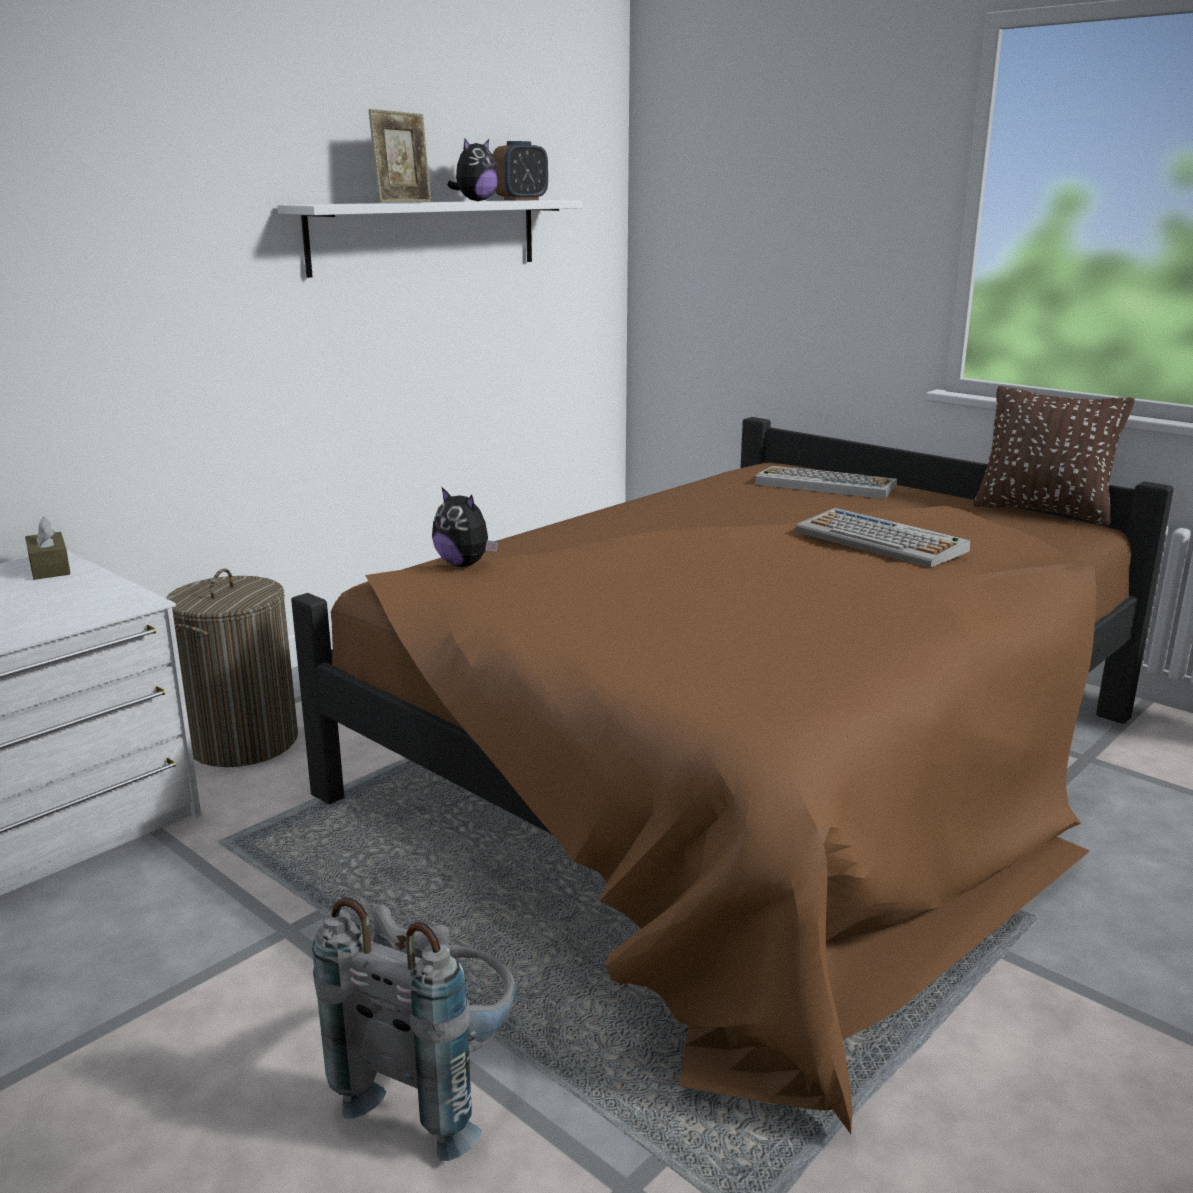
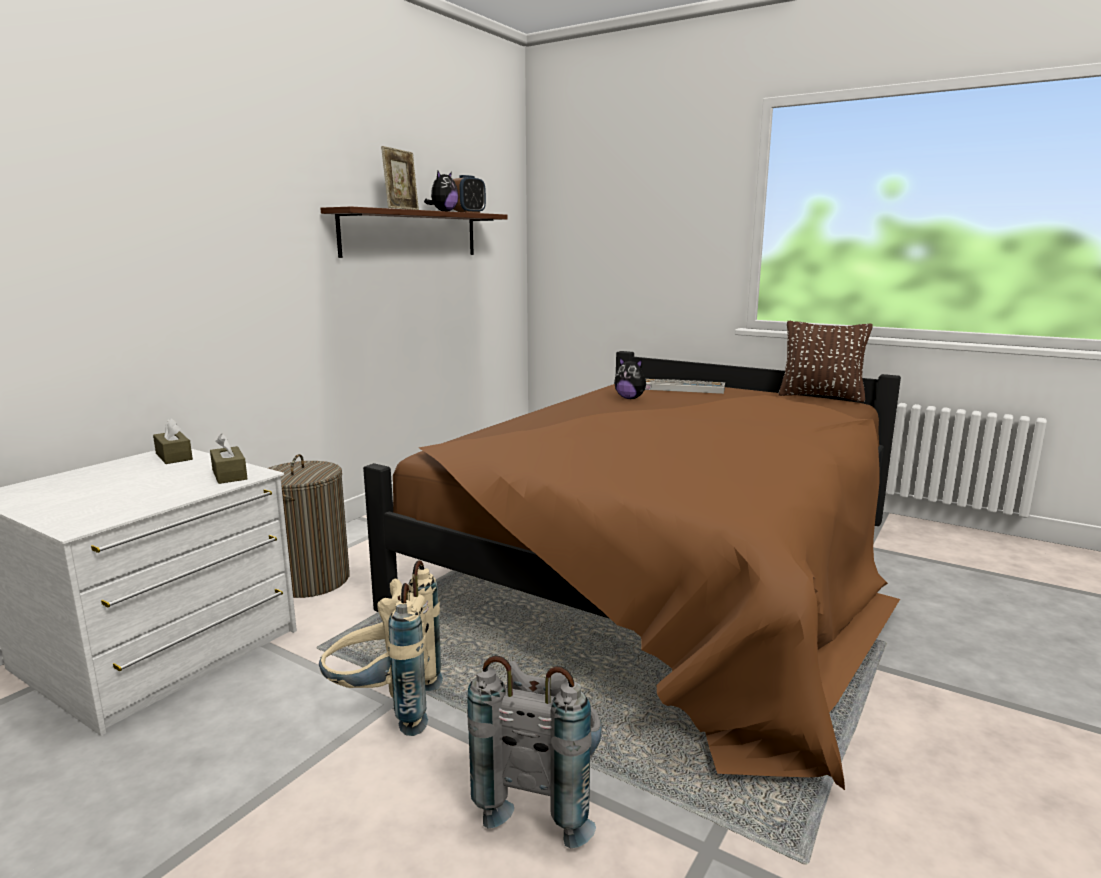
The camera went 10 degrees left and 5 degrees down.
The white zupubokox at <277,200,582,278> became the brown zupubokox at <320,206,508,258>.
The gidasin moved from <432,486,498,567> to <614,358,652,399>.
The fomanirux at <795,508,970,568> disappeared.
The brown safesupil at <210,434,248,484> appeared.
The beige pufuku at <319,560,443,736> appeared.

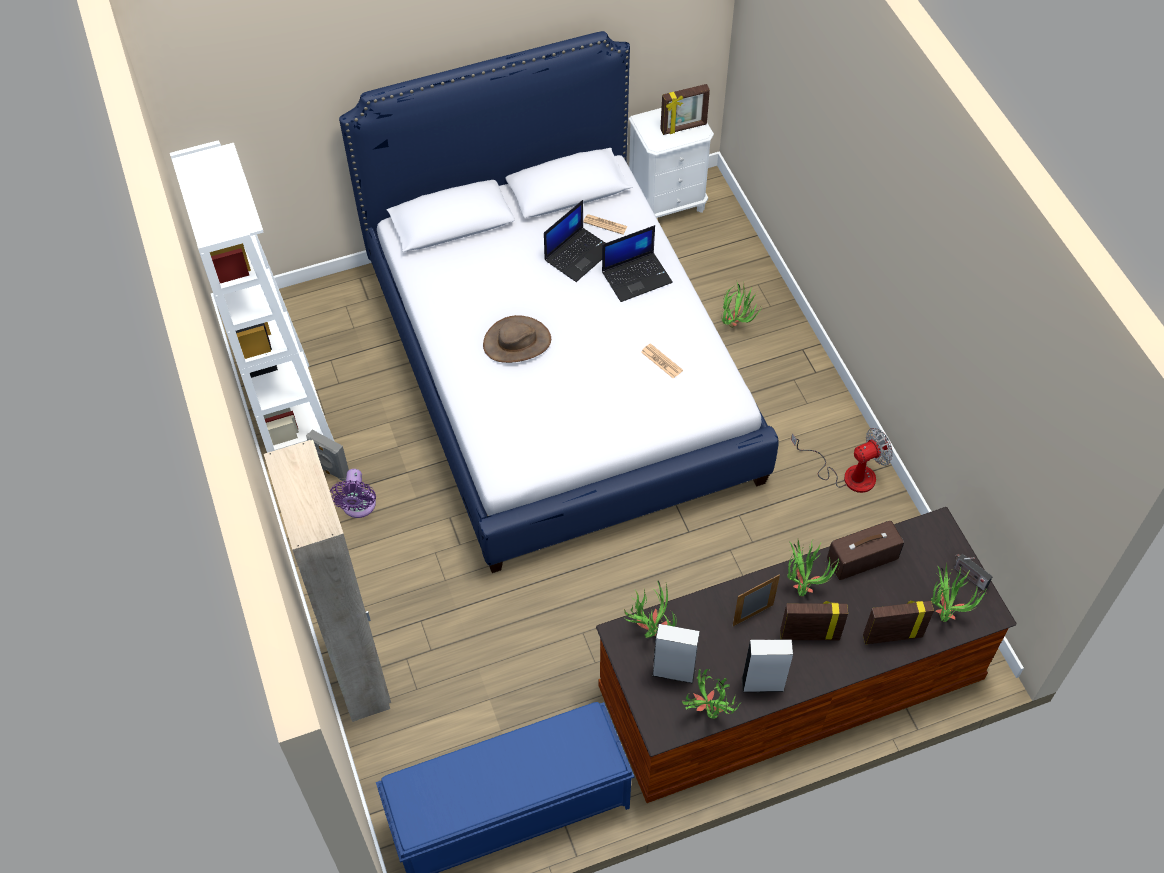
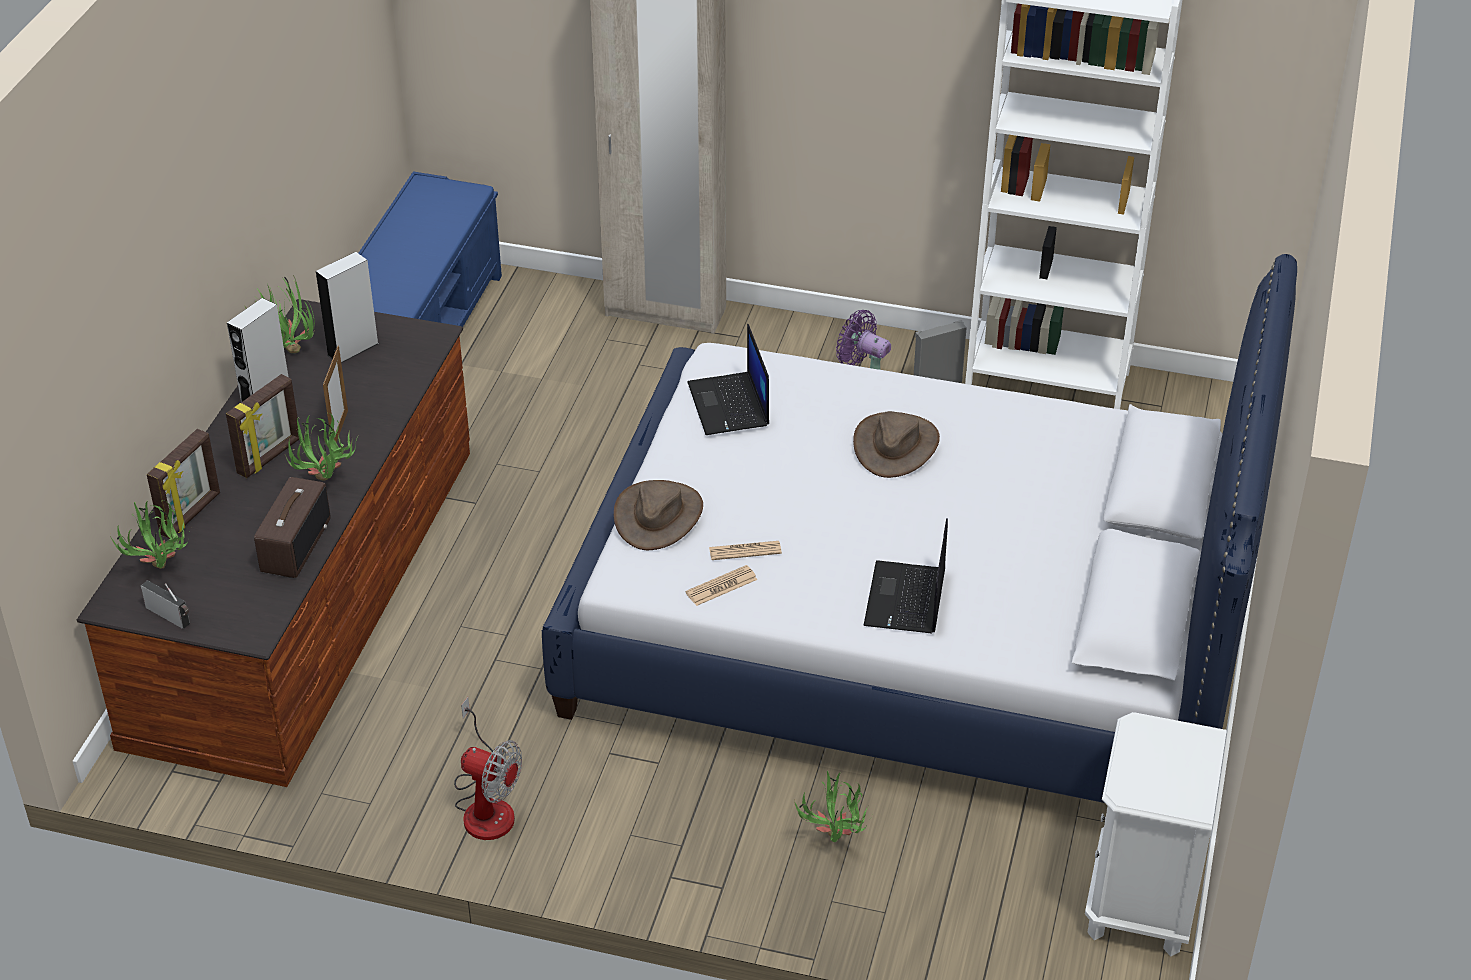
The camera went 125 degrees right and 15 degrees down.
The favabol at <660,84,710,135> disappeared.
The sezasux moved from <544,200,605,282> to <687,323,769,435>.
The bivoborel moved from <583,214,628,235> to <685,565,758,606>.
The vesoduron at <791,428,893,493> turned 75 degrees counterclockwise.
The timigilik at <954,554,993,590> turned 45 degrees clockwise.
The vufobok at <624,580,677,638> disappeared.
The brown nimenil at <614,480,703,550> appeared.

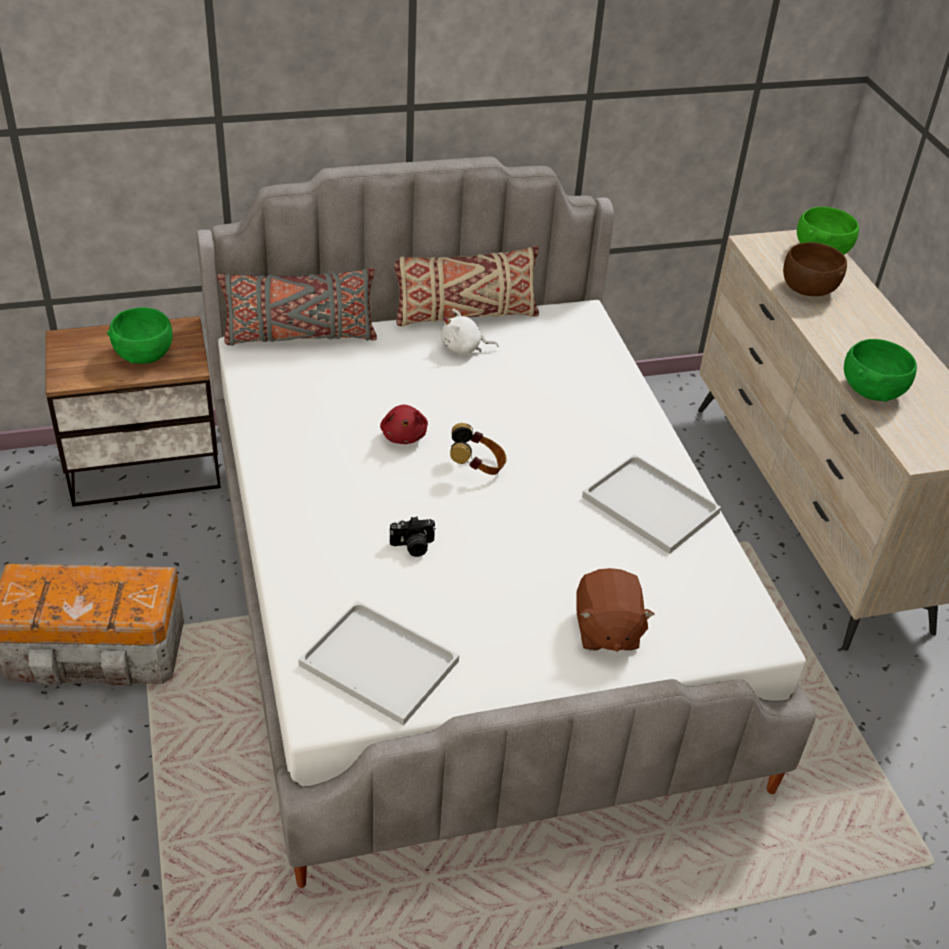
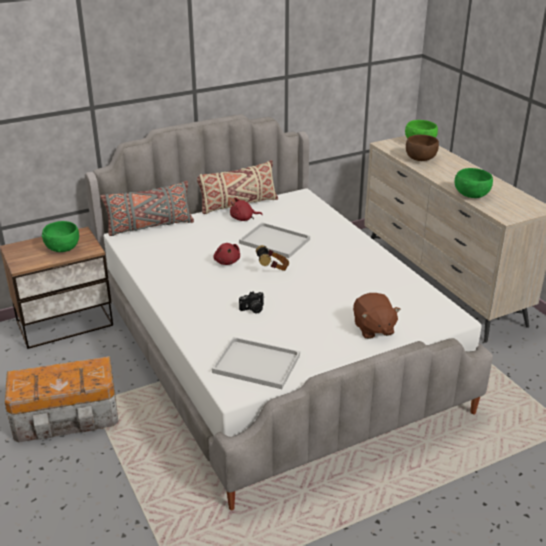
The camera went 10 degrees left and 10 degrees down.
The white gidasin at <441,309,499,354> became the red gidasin at <230,197,263,221>.
The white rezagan moved from <582,454,721,554> to <239,222,310,258>.

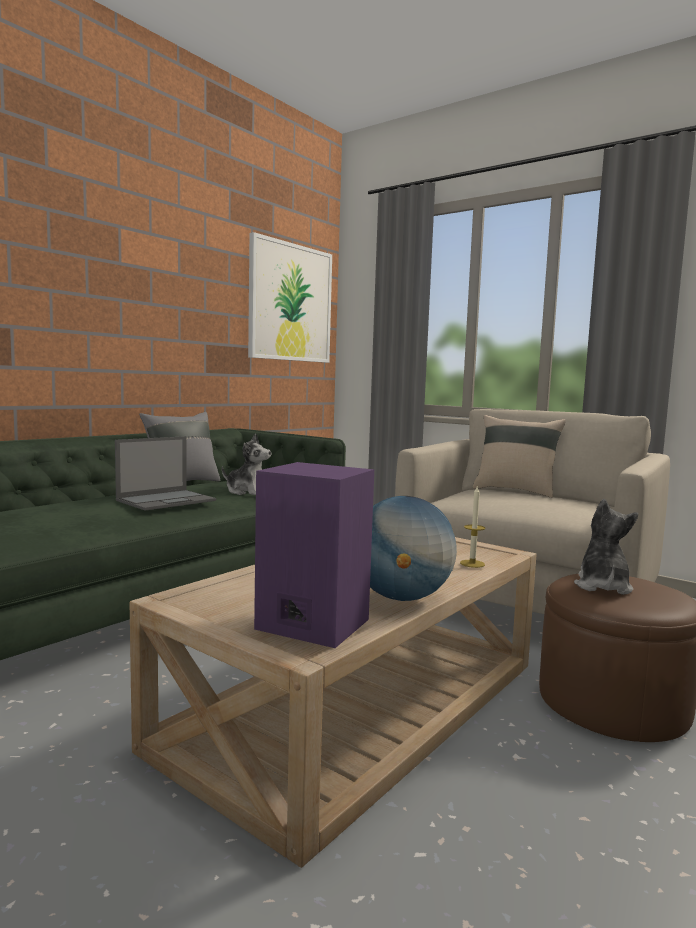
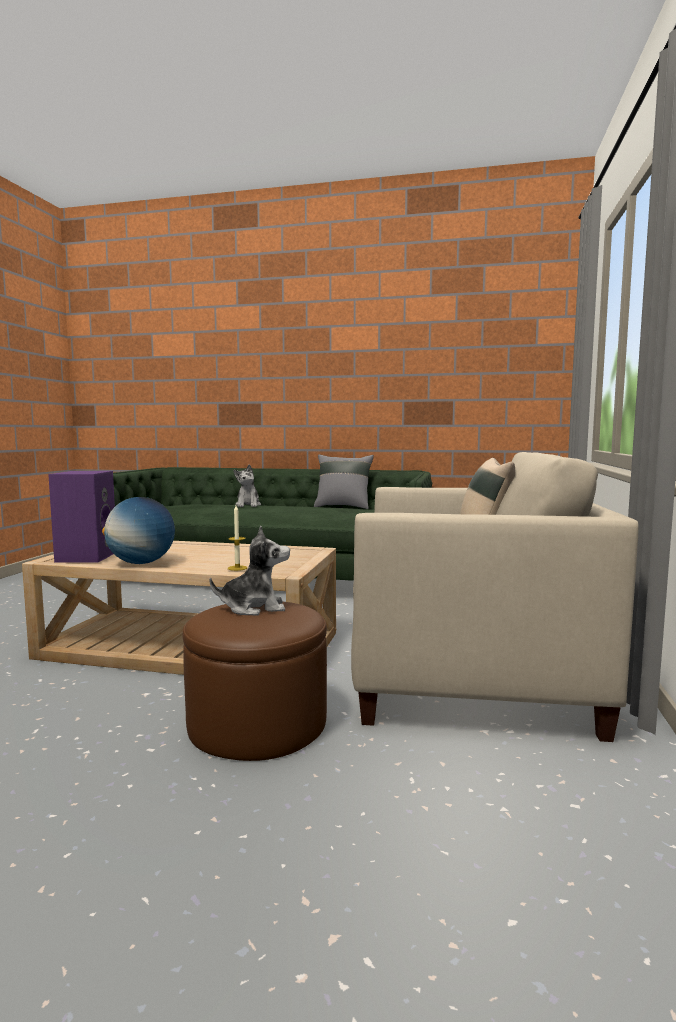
The camera went 65 degrees right and 0 degrees up.
The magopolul at <248,232,332,363> disappeared.
The gidasin moved from <222,433,271,495> to <234,464,261,507>.
The sezasux at <115,436,216,511> disappeared.

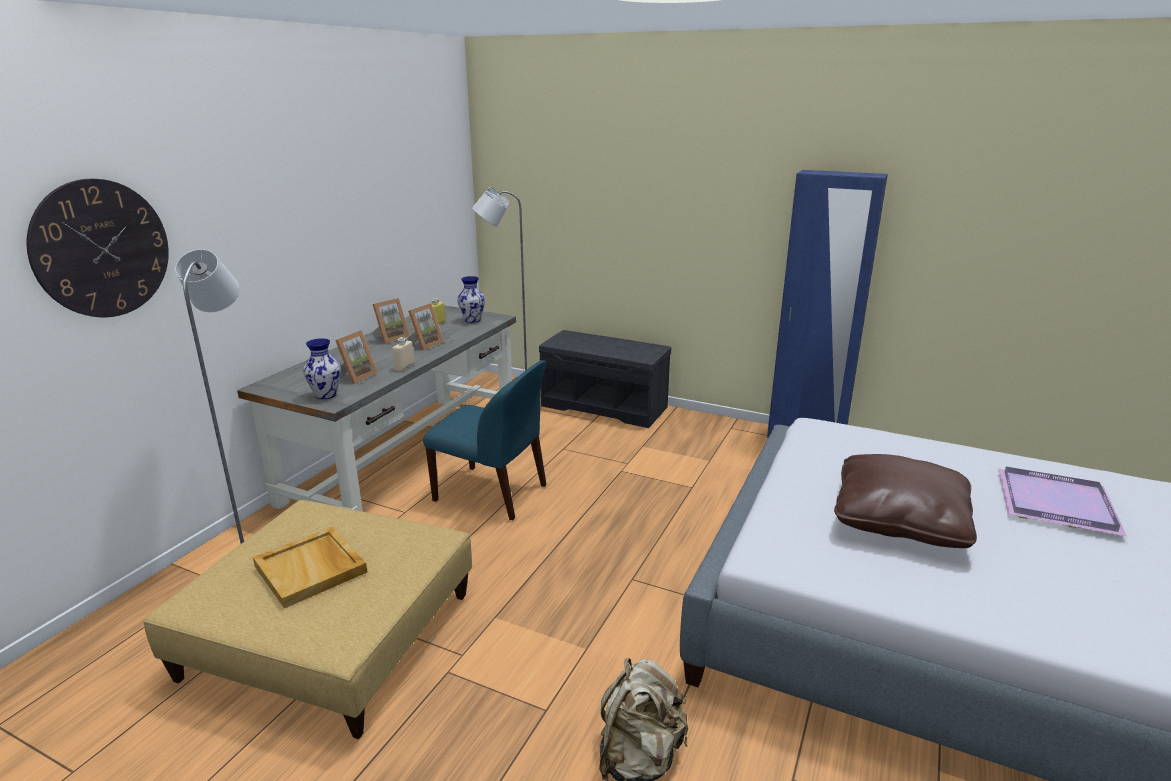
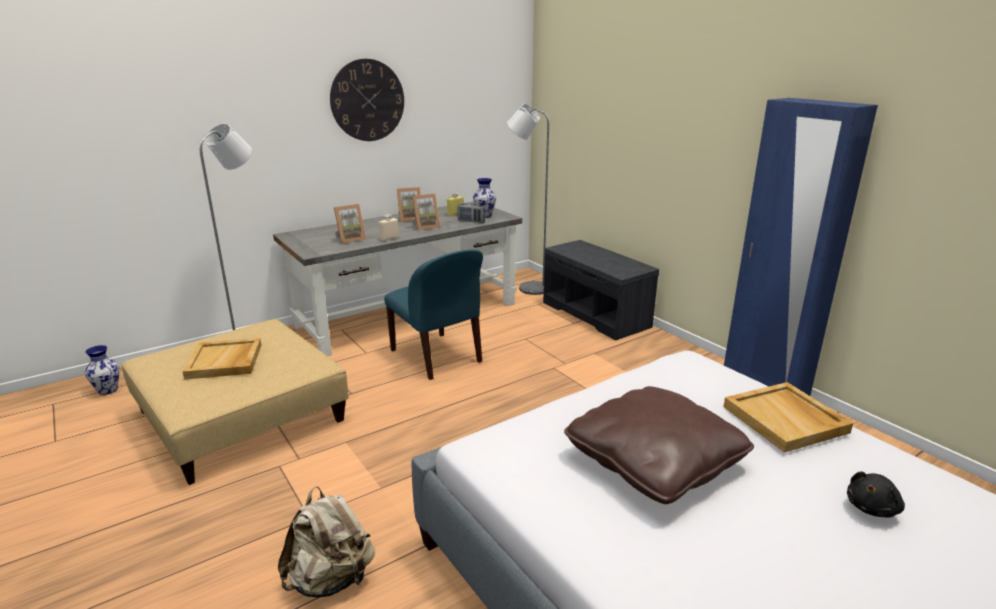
The camera went 30 degrees right and 0 degrees up.
The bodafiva moved from <27,179,169,317> to <330,59,404,141>.
The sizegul moved from <303,338,341,399> to <85,345,120,395>.
The purple rezagan at <998,467,1127,537> was replaced by the black gidasin at <847,471,905,517>.
The timigilik at <457,203,486,223> appeared.
The beige rezagan at <723,382,853,453> appeared.

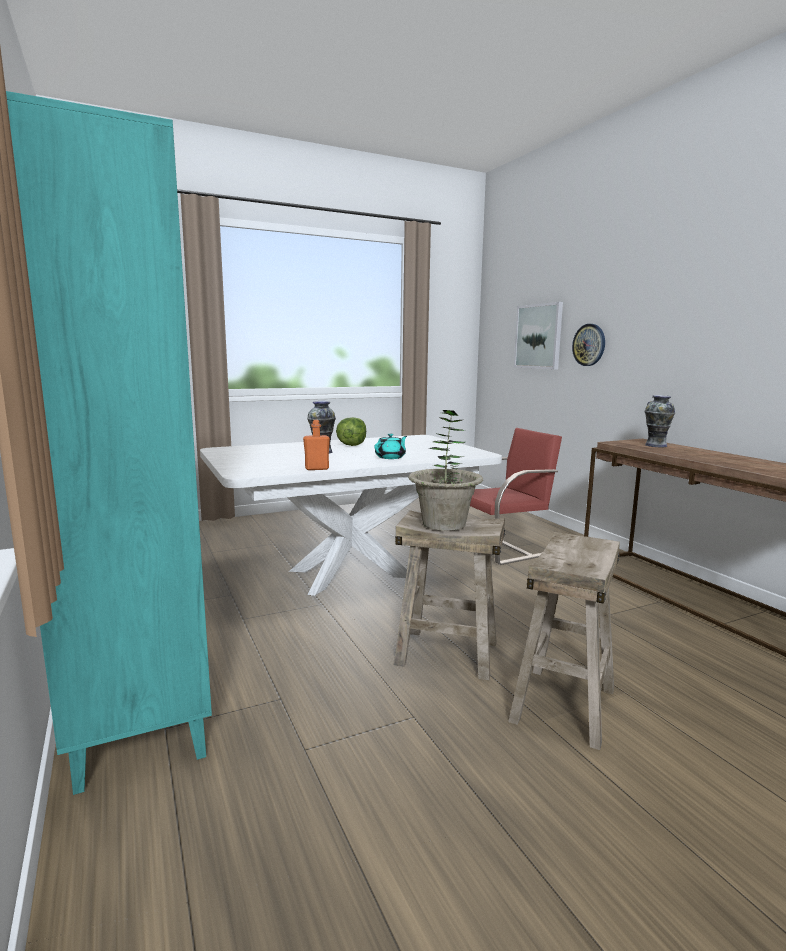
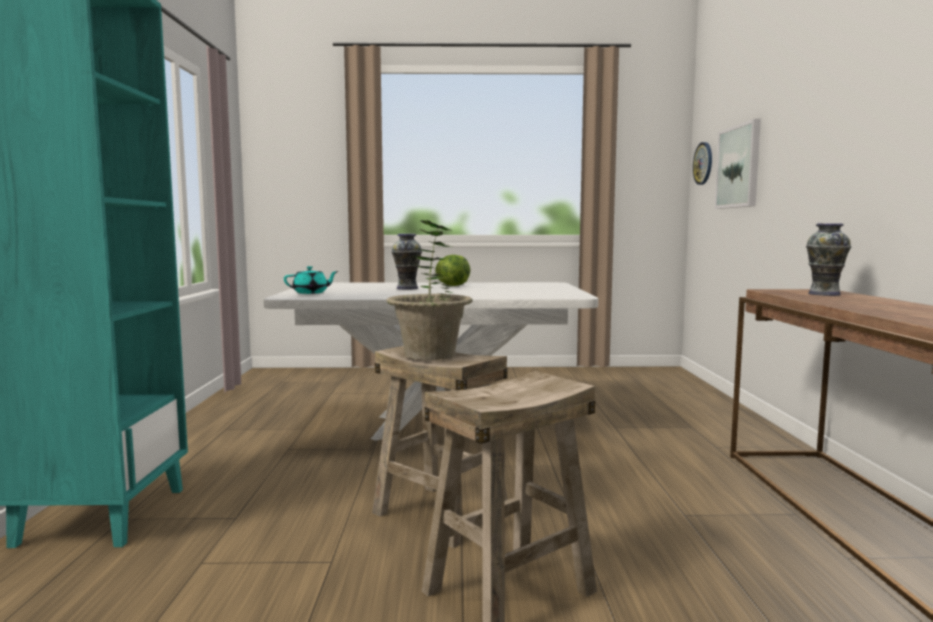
The camera went 25 degrees right and 5 degrees down.
The bodafiva moved from <572,324,605,366> to <693,142,712,185>.
The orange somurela at <303,420,330,470> disappeared.
The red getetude at <470,428,562,565> disappeared.
The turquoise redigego moved from <374,434,407,459> to <284,266,339,294>.

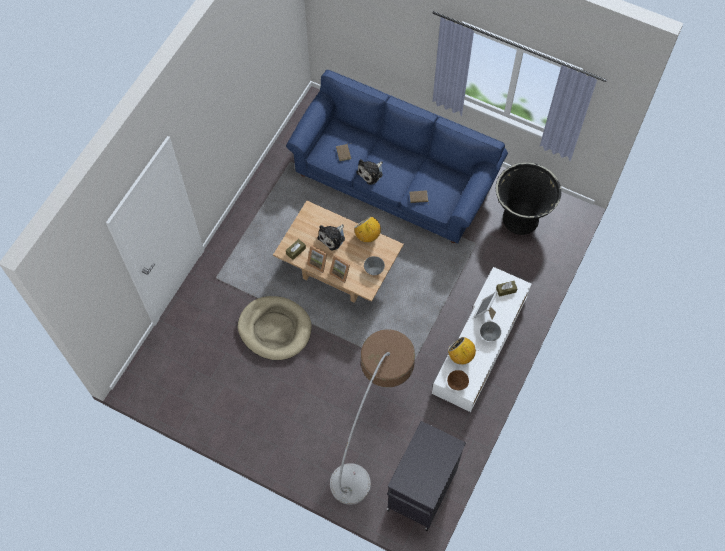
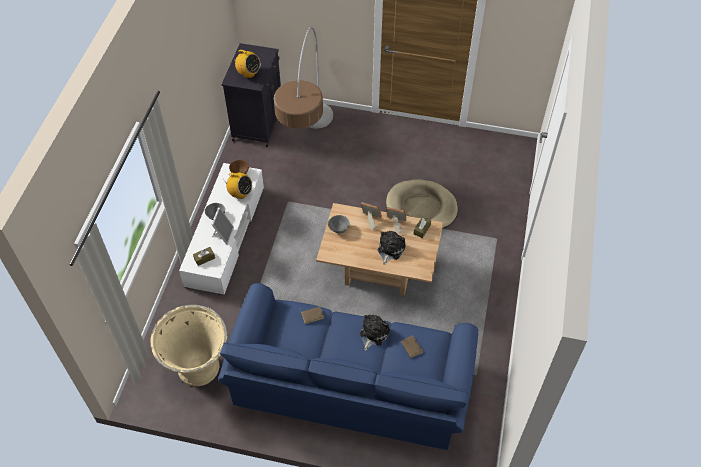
The camera went 165 degrees right and 10 degrees down.
The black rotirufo at <496,162,561,235> became the beige rotirufo at <150,305,227,386>.
The timigilik moved from <354,216,381,243> to <233,50,260,78>.

